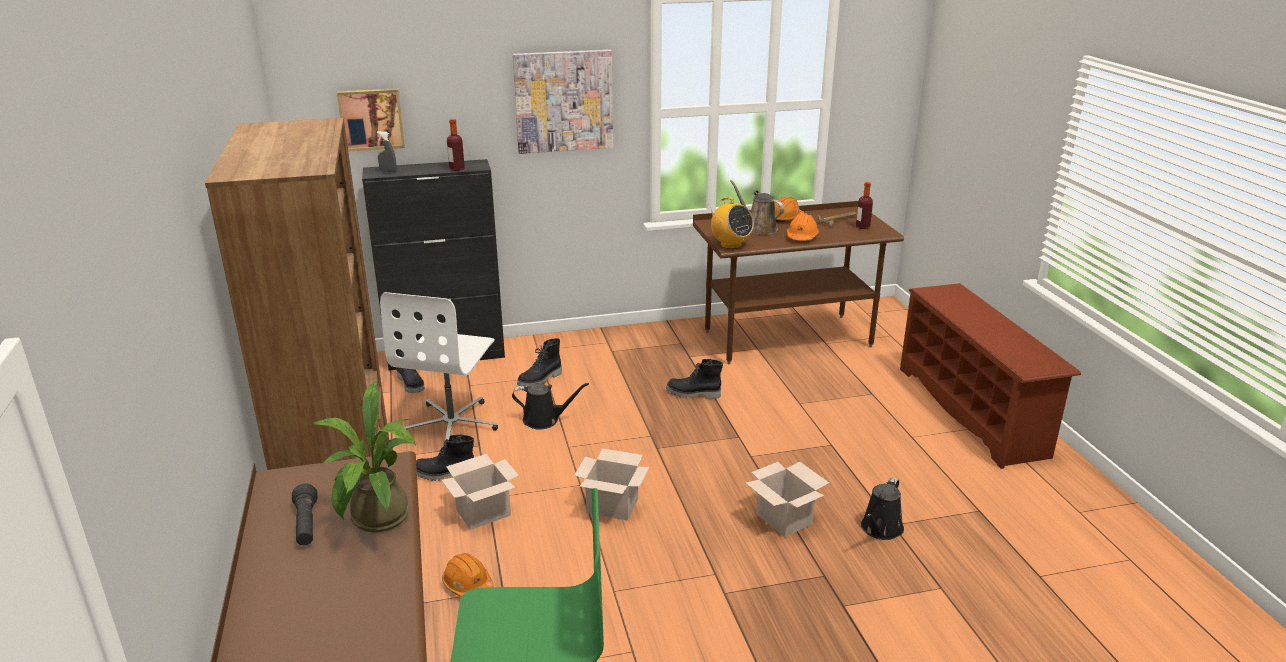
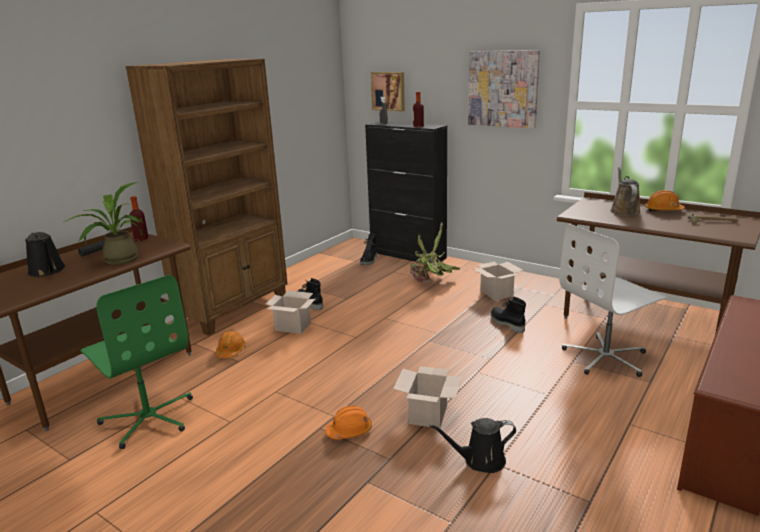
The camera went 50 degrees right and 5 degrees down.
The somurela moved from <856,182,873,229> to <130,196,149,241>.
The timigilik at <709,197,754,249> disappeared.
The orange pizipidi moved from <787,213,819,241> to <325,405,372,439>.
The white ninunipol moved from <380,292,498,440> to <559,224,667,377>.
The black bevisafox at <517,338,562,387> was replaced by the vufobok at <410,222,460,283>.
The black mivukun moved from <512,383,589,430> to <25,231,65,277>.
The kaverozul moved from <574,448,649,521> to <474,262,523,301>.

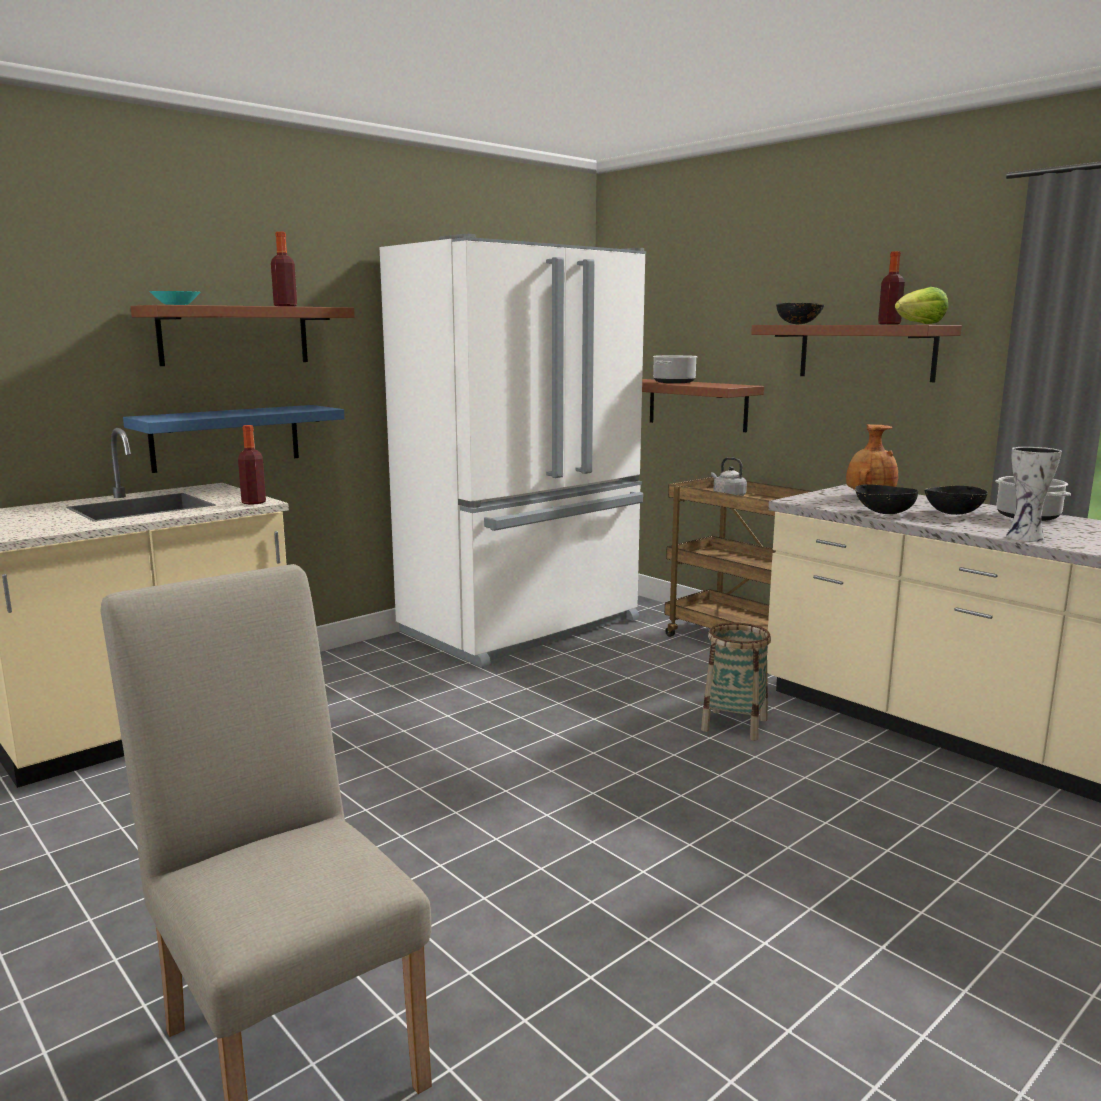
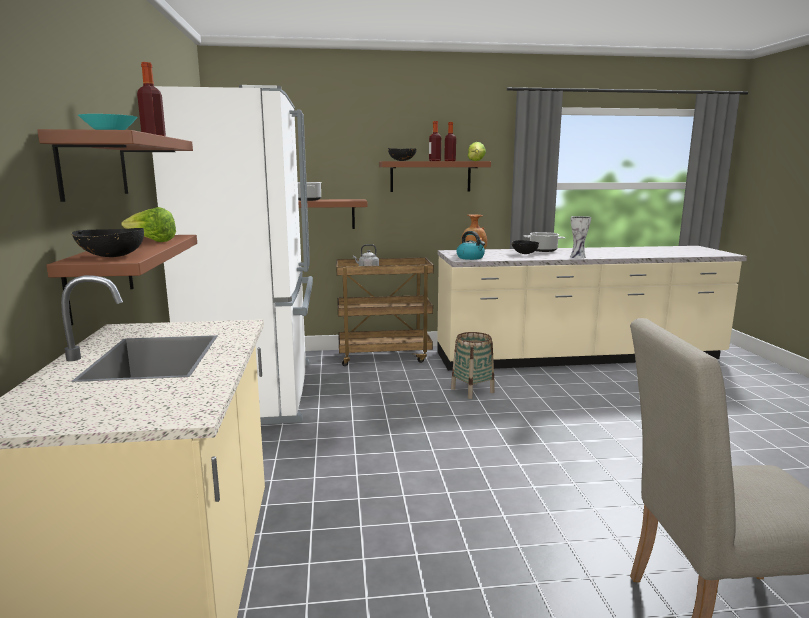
The camera went 55 degrees left and 0 degrees up.
The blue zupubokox at <123,405,345,473> became the brown zupubokox at <46,235,197,325>.
The somurela moved from <238,425,266,505> to <429,121,442,161>.
The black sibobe moved from <855,484,918,514> to <71,228,144,257>.
The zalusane at <121,207,176,242> appeared.
The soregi at <456,231,485,260> appeared.

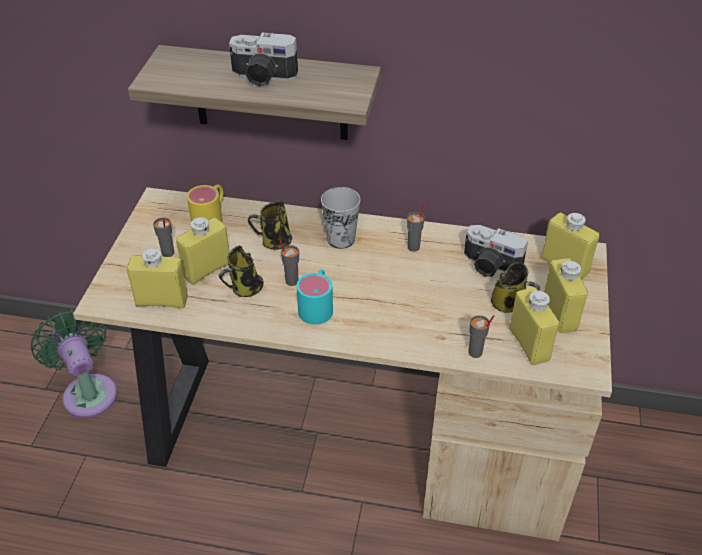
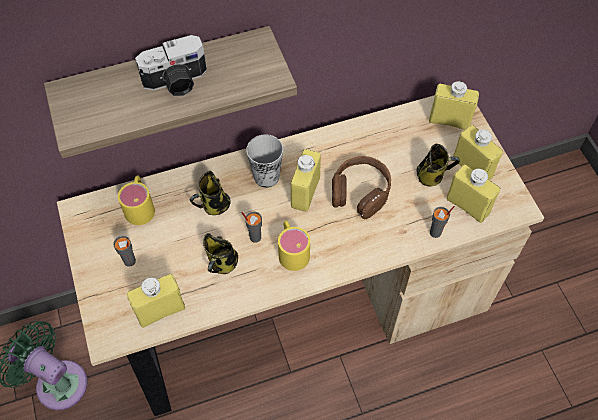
The camera went 30 degrees left and 15 degrees up.
The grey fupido at <407,203,425,252> disappeared.
The yellow somurela moved from <176,217,229,285> to <291,149,321,212>.
The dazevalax at <464,225,528,277> disappeared.
The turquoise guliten at <297,269,333,325> became the yellow guliten at <278,220,310,271>.
The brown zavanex at <332,156,391,219> appeared.

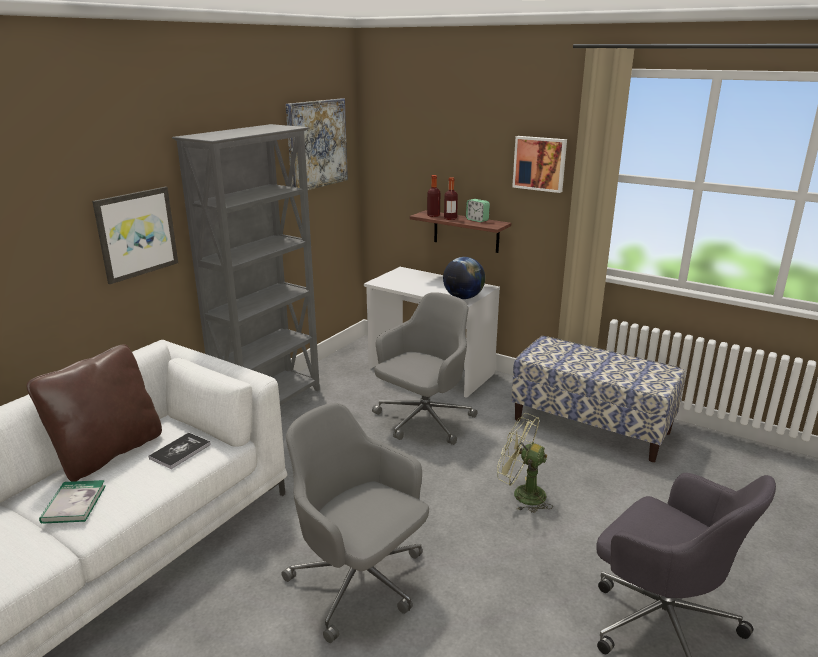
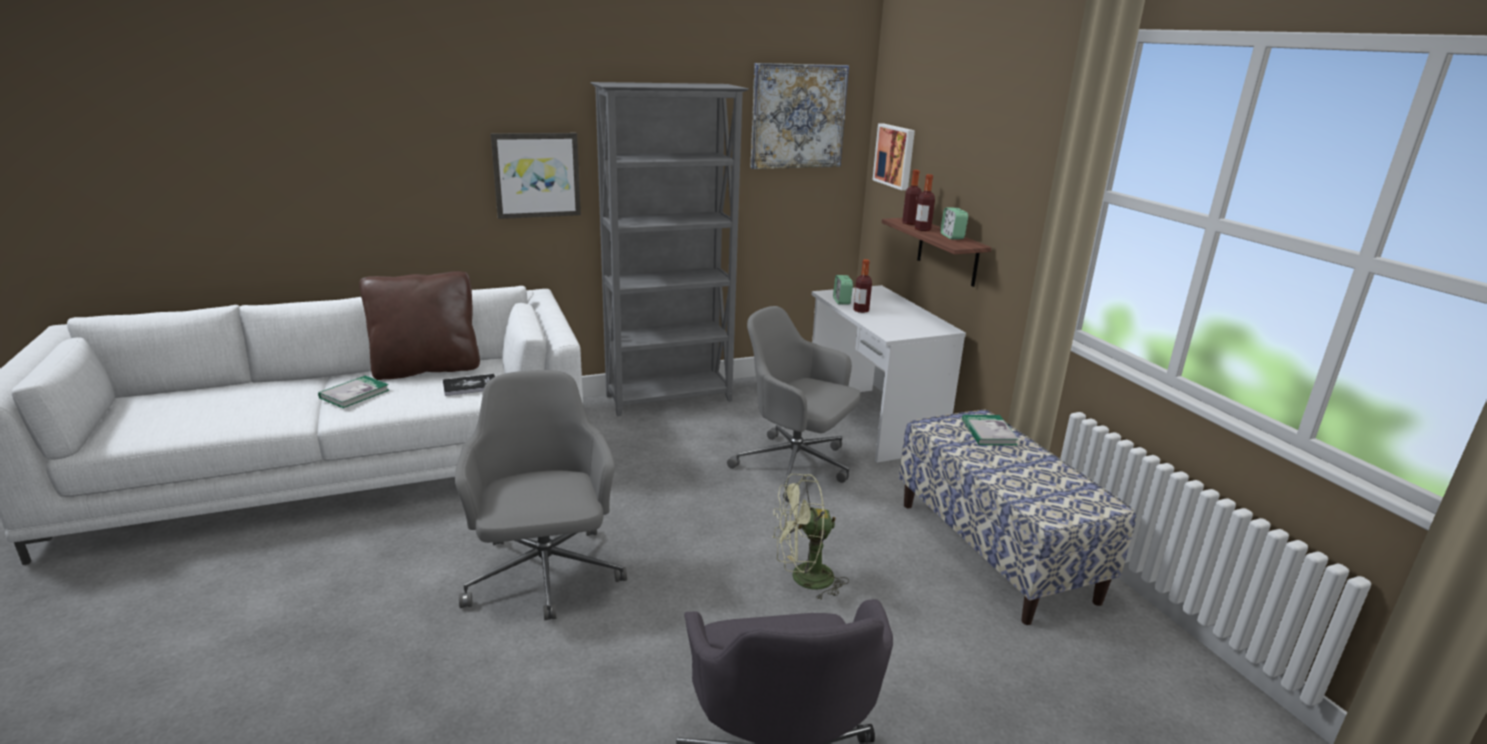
The camera went 35 degrees right and 0 degrees up.
The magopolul moved from <512,136,567,193> to <873,124,915,190>.
The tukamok at <443,257,485,299> disappeared.
The grey ninunipol at <372,292,478,445> turned 135 degrees counterclockwise.
The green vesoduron at <497,413,553,513> turned 75 degrees counterclockwise.
The somurela at <854,259,872,313> appeared.
The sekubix at <833,275,853,305> appeared.
The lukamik at <962,415,1019,445> appeared.

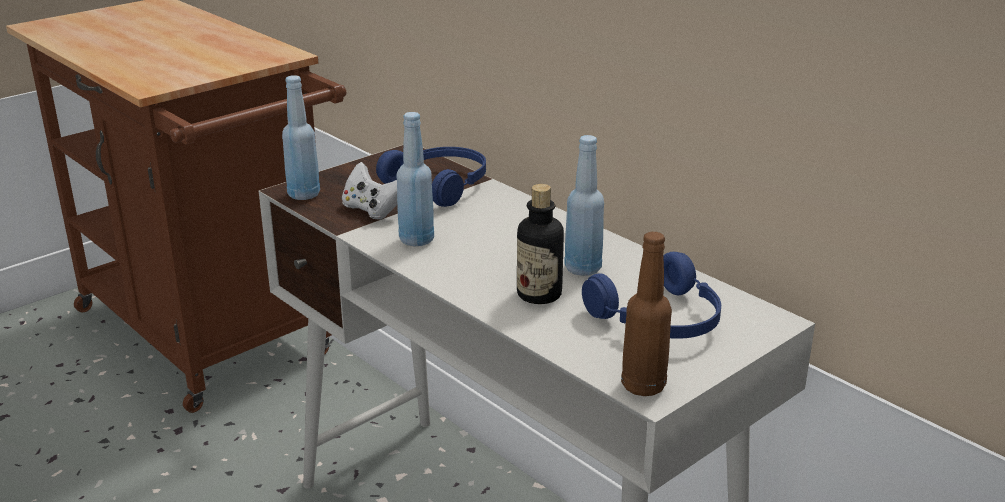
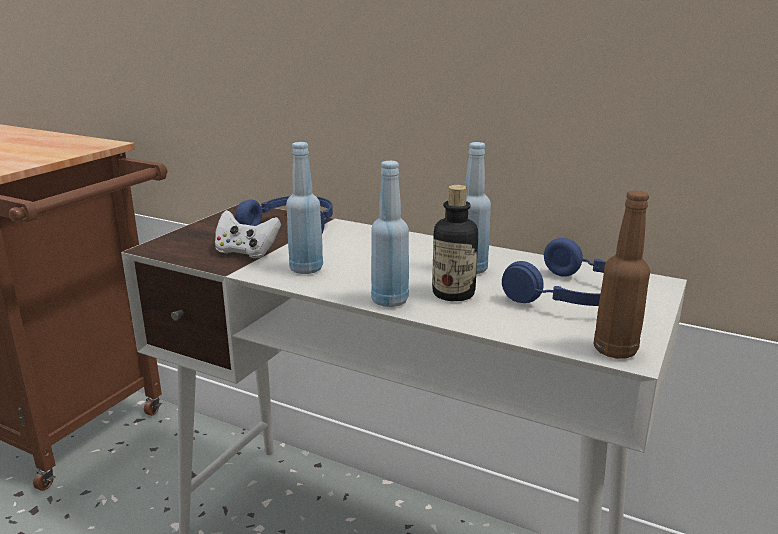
The camera went 20 degrees left and 5 degrees down.
The blue somurela moved from <282,75,320,200> to <371,161,409,307>.

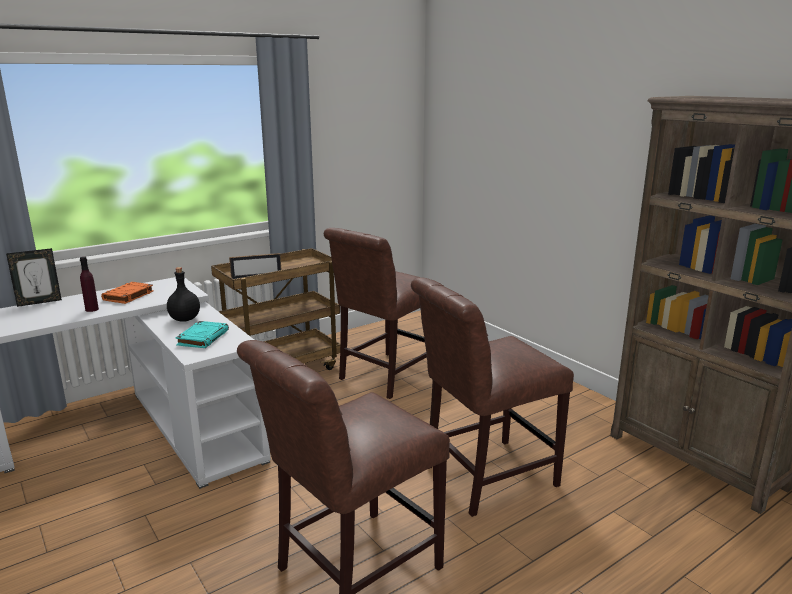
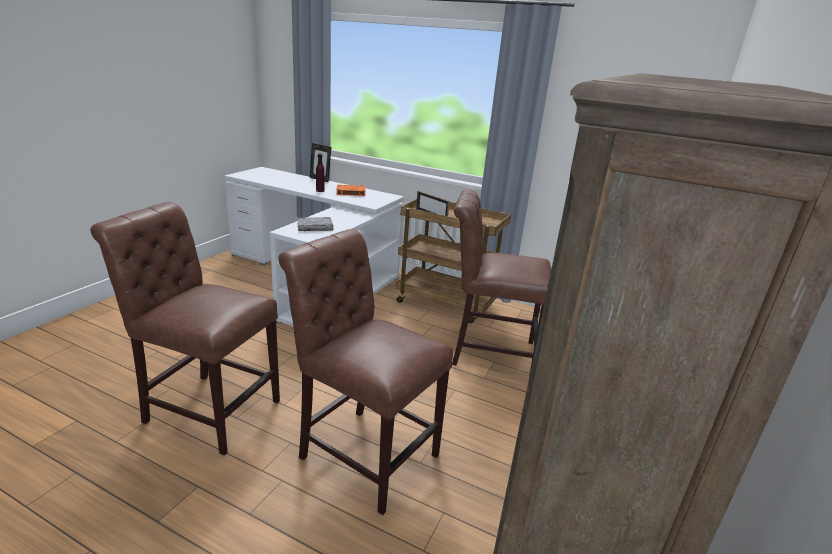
The camera went 60 degrees right and 5 degrees up.
The black somurela at <167,267,200,322> disappeared.
The turquoise lukamik at <175,321,229,348> became the grey lukamik at <297,217,333,231>.

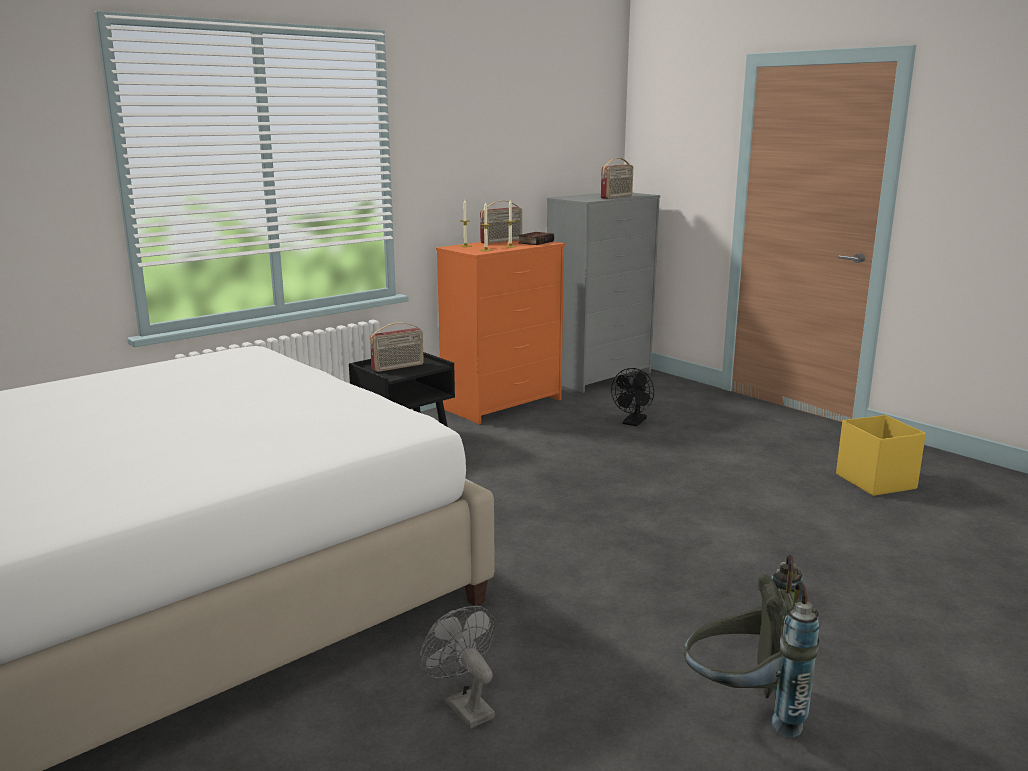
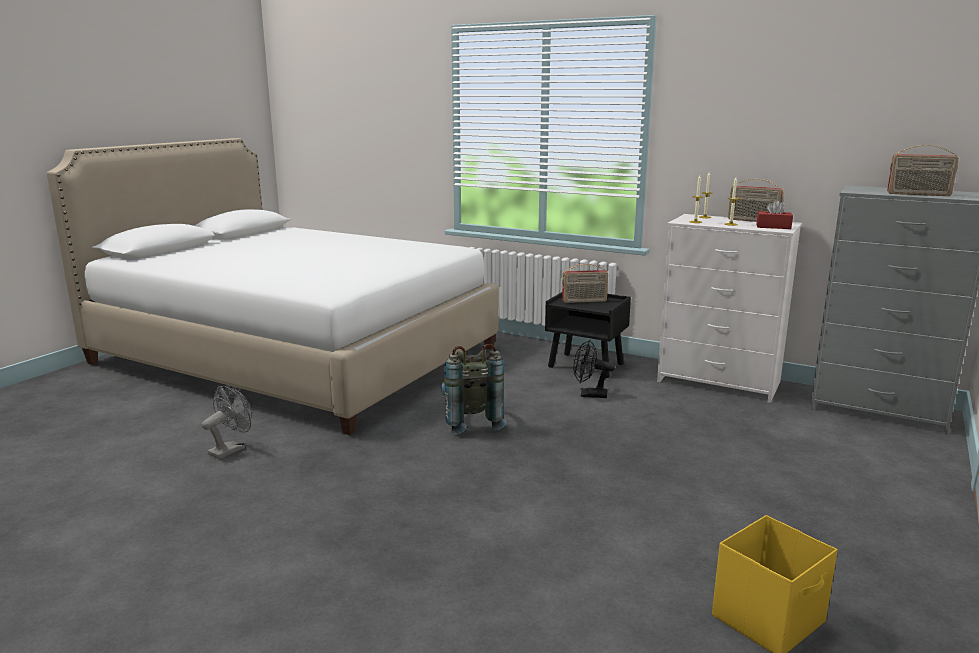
The camera went 70 degrees right and 0 degrees up.
The lukamik at <518,232,554,245> was replaced by the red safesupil at <756,200,793,229>.
The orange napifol at <436,240,565,424> became the white napifol at <657,214,802,403>.
The timigilik at <370,322,424,372> turned 45 degrees counterclockwise.
The black vesoduron moved from <611,368,654,426> to <573,340,615,398>.
The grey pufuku moved from <683,555,819,738> to <441,343,507,435>.

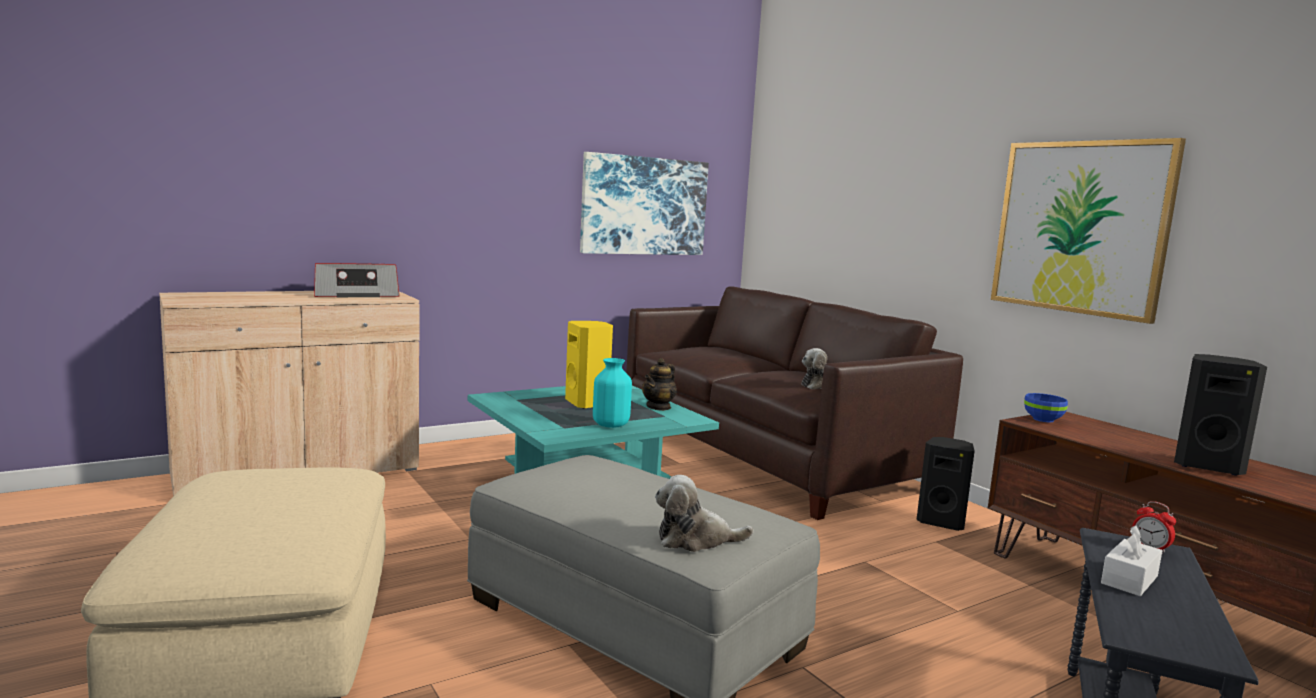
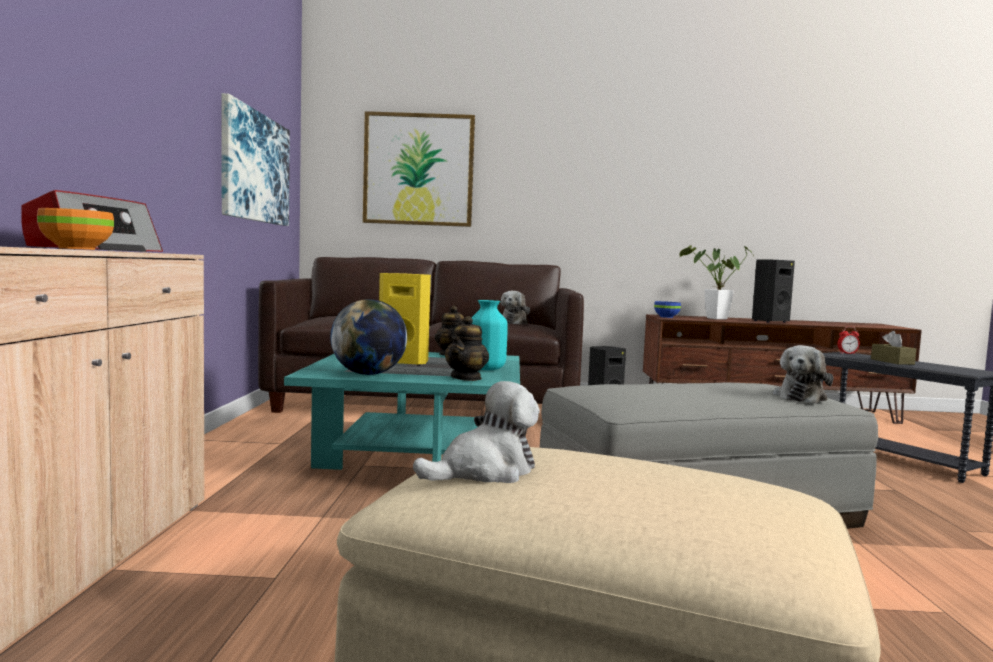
The camera went 55 degrees left and 5 degrees down.
The magopolul moved from <991,138,1186,324> to <363,111,475,227>.
The white safesupil at <1101,525,1162,596> became the brown safesupil at <871,331,917,365>.
The orange sibobe at <37,208,114,250> appeared.
The vufobok at <679,245,754,319> appeared.
The tukamok at <330,299,407,375> appeared.
The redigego at <444,316,489,381> appeared.
The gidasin at <413,381,540,483> appeared.

